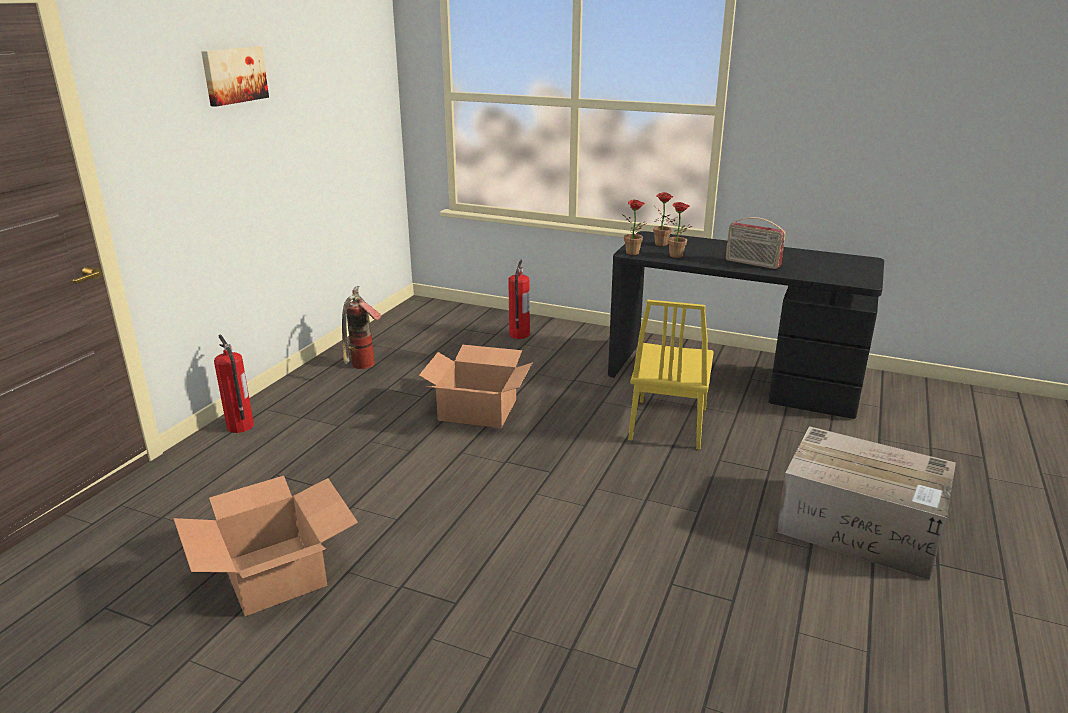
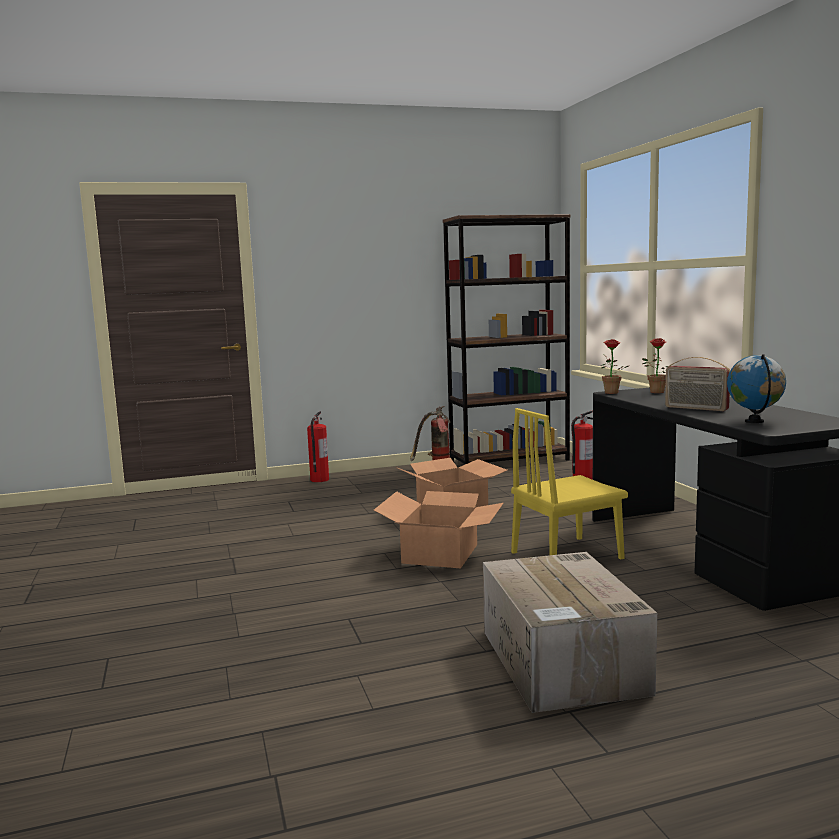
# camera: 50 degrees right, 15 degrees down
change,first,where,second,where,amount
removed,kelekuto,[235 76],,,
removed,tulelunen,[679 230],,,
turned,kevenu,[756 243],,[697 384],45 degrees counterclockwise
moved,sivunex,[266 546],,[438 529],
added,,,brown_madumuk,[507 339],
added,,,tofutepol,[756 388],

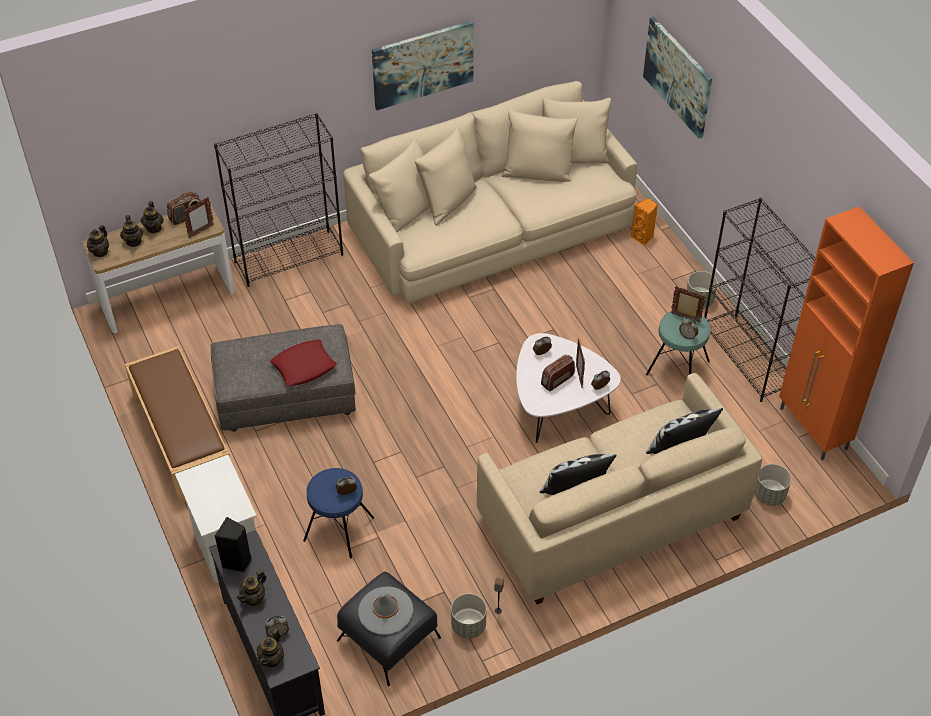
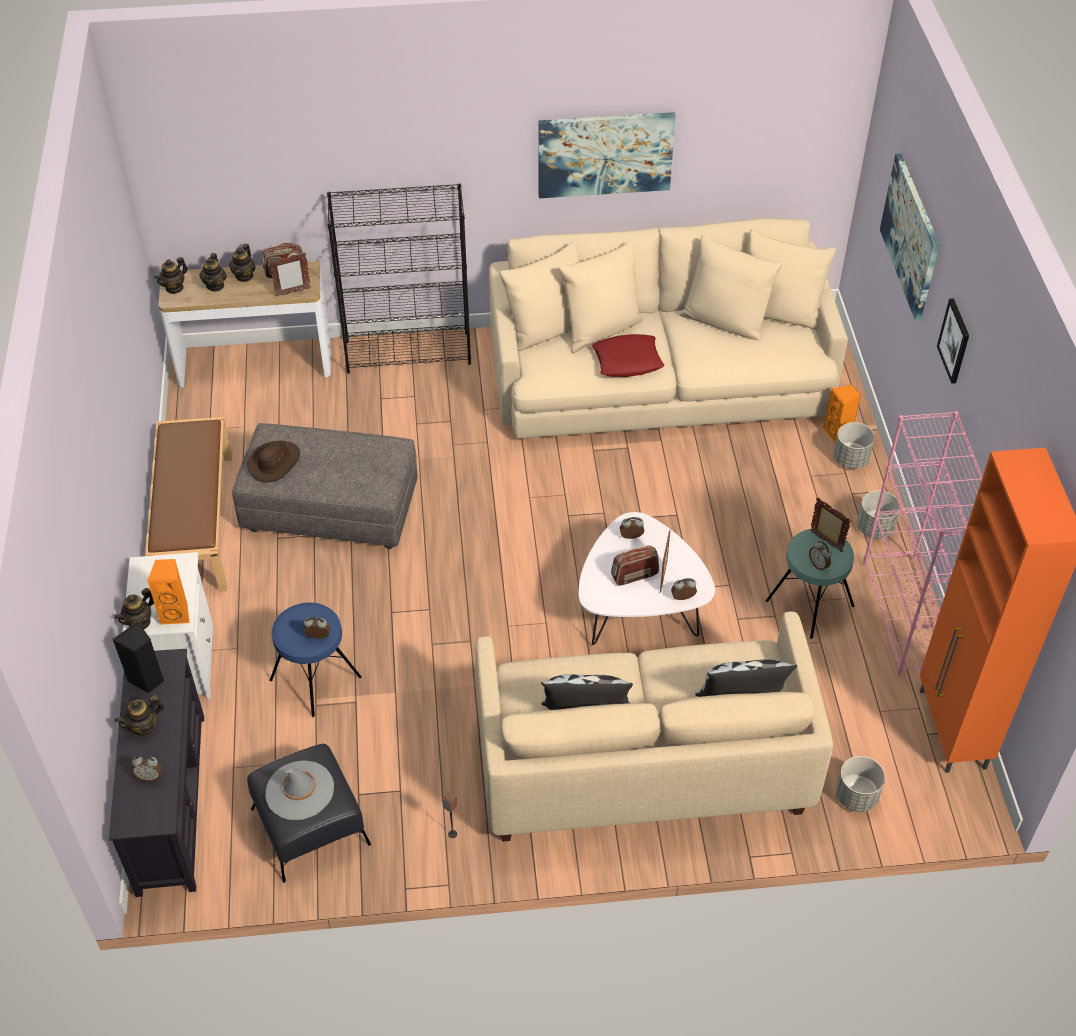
# camera: 20 degrees right, 0 degrees up
change,first,where,second,where,amount
recoloured,black_madumuk,[759 300],pink_madumuk,[923 543],
moved,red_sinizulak,[303 362],,[628 355],
moved,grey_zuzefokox,[469 616],,[854 445],
moved,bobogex,[270 648],,[134 608],
added,,,kelekuto,[953 341],
added,,,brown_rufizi,[273 461],
added,,,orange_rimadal,[168 592],

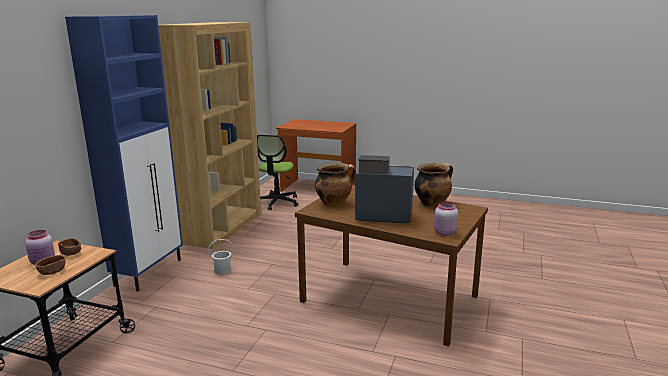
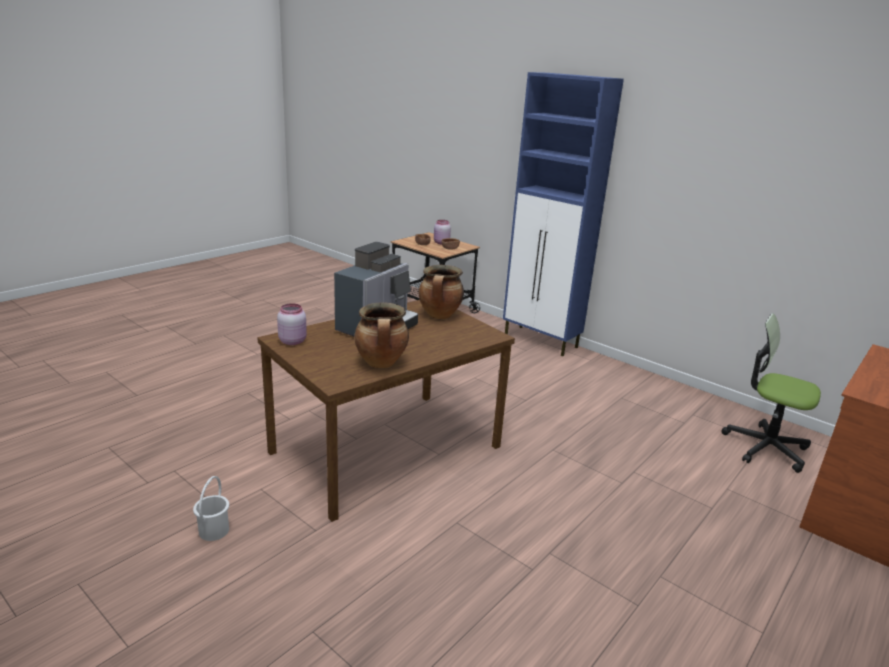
# camera: 110 degrees right, 5 degrees up
change,first,where,second,where,amount
removed,brown_madumuk,[209 135],,,
moved,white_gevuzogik,[221 257],,[211 508],

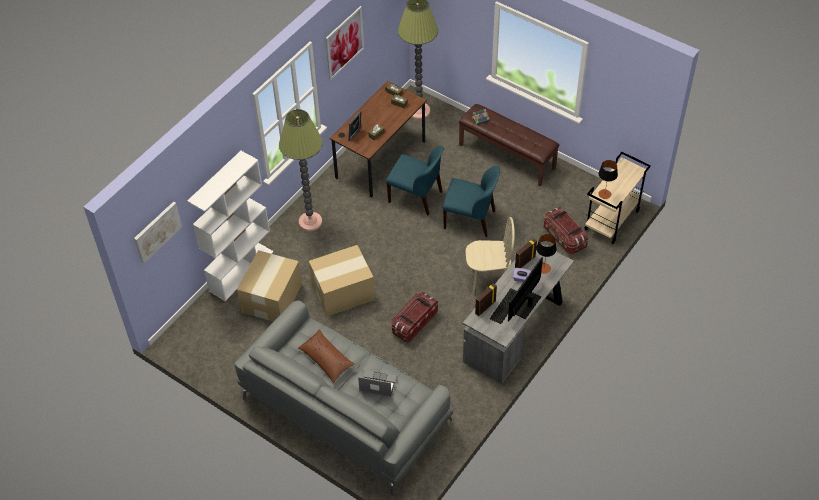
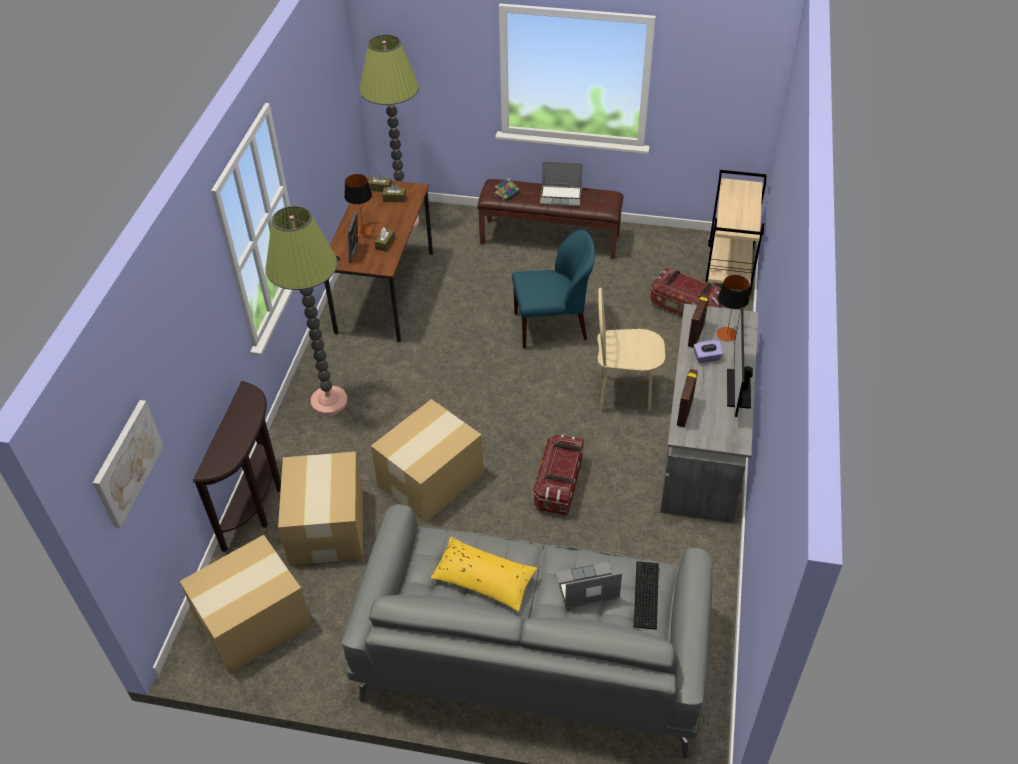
# camera: 25 degrees left, 5 degrees down
change,first,where,second,where,amount
removed,kelekuto,[345 43],,,
removed,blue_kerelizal,[415 181],,,
replaced,white_madumuk,[230 226],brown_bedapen,[237 466],
moved,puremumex,[608 179],,[358 205],
turned,beige_kerelizal,[490 255],,[631 349],150 degrees counterclockwise
moved,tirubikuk,[503 306],,[646 595],
recoloured,brown_sinizulak,[326 356],yellow_sinizulak,[484 574],
added,,,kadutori,[561 184],
added,,,sivunex,[246 604],

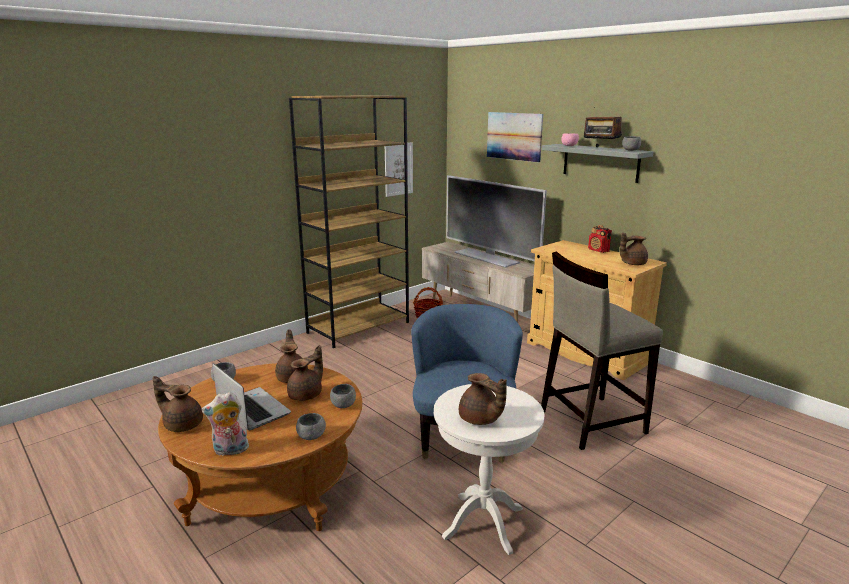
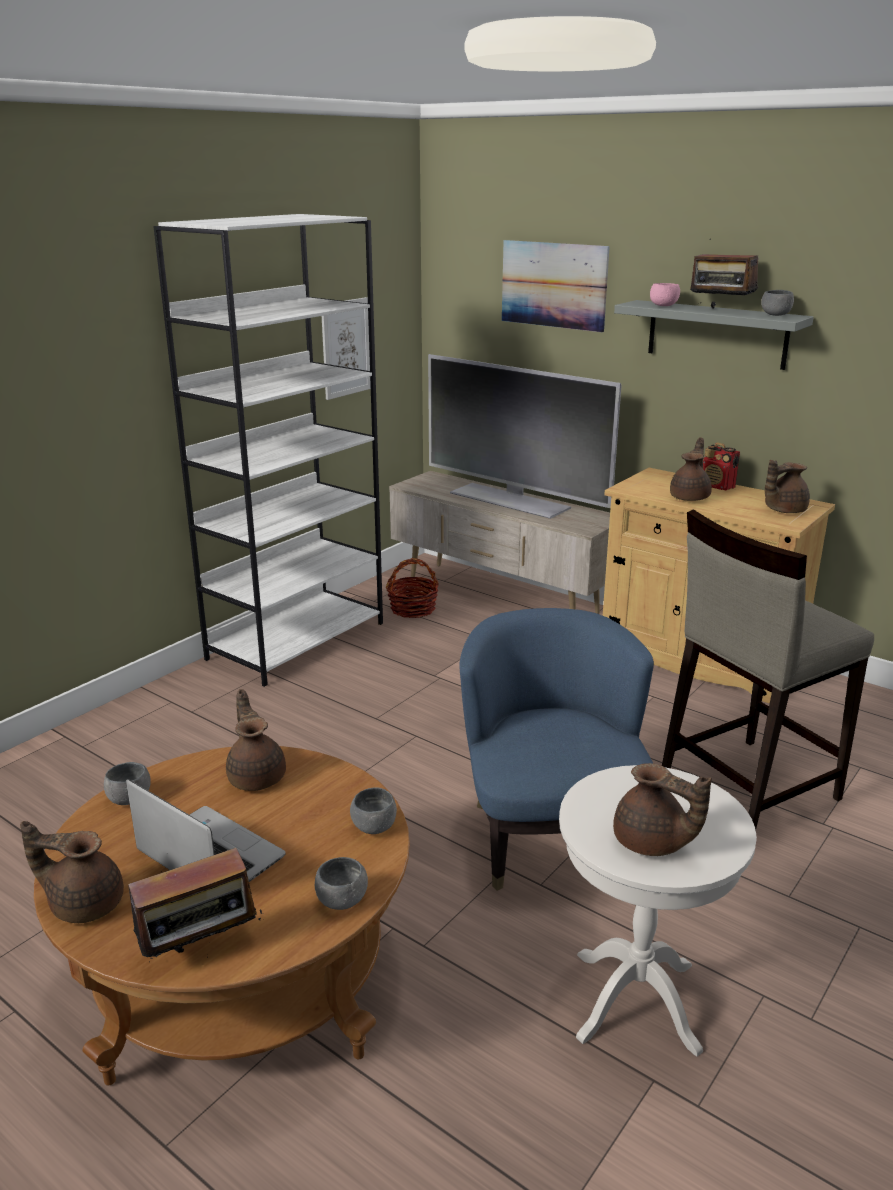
# camera: 10 degrees left, 5 degrees up
change,first,where,second,where,amount
recoloured,brown_madumuk,[349 221],white_madumuk,[268 450],
moved,brown_bobogex,[305 373],,[691 469],
replaced,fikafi,[225 424],kevenu,[190 903],

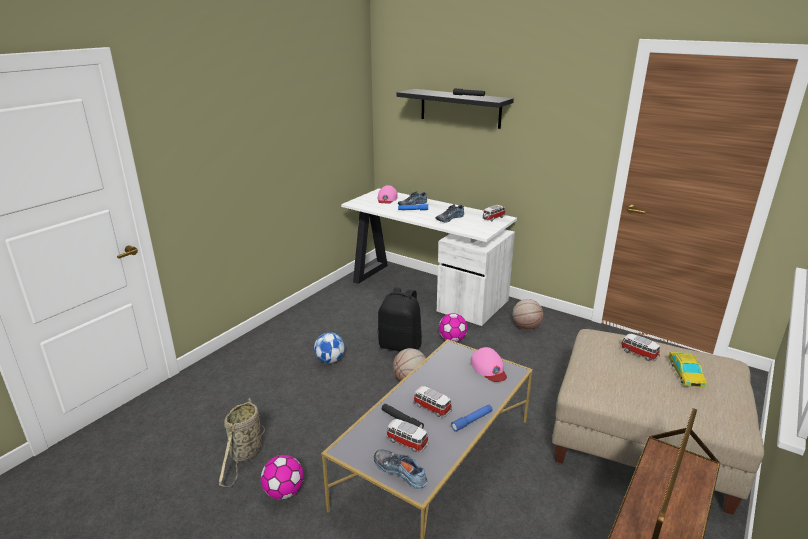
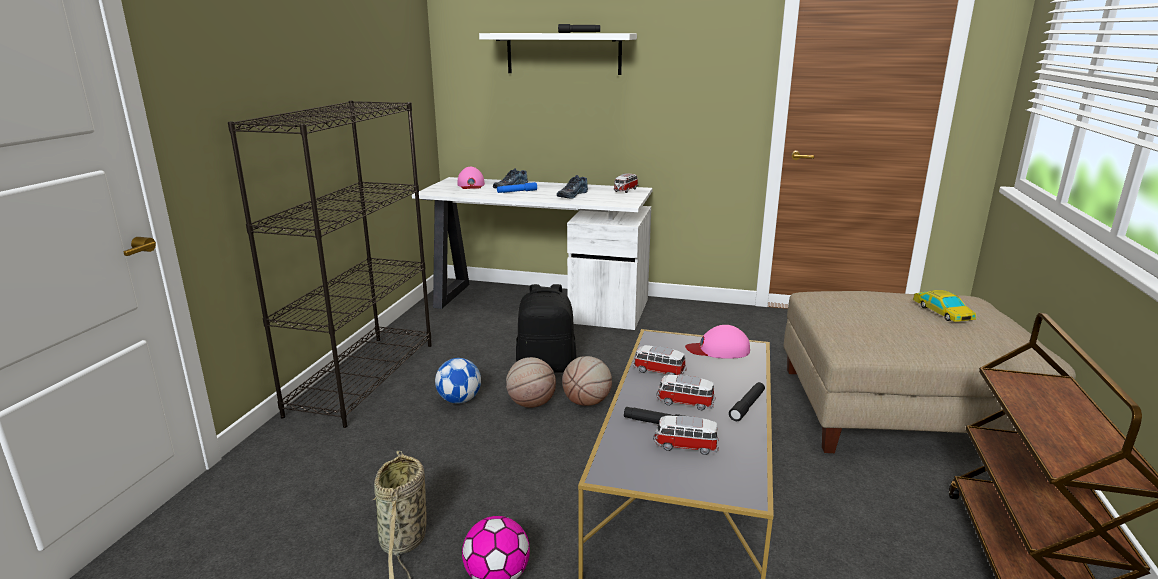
# camera: 20 degrees left, 5 degrees down
change,first,where,second,where,amount
recoloured,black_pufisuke,[455 109],white_pufisuke,[558 54],
moved,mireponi,[528 314],,[531 382],
removed,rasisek,[453 327],,,
moved,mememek,[640 347],,[660 360],
turned,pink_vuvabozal,[489 364],,[717 342],135 degrees clockwise
recoloured,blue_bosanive,[472 418],black_bosanive,[747 401],
removed,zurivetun,[400 469],,,
added,,,black_madumuk,[330 264],

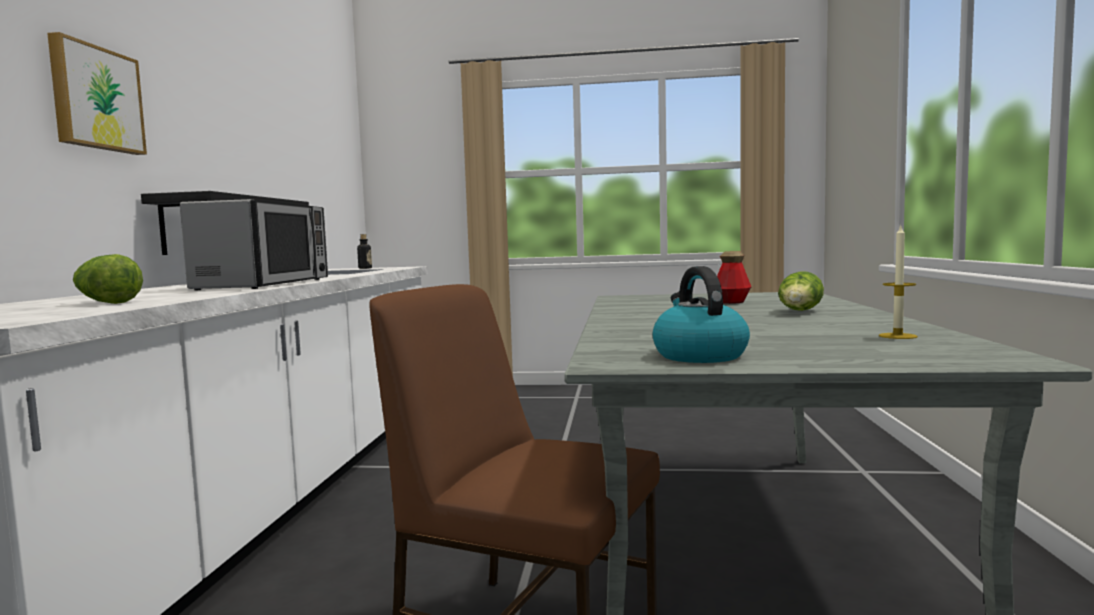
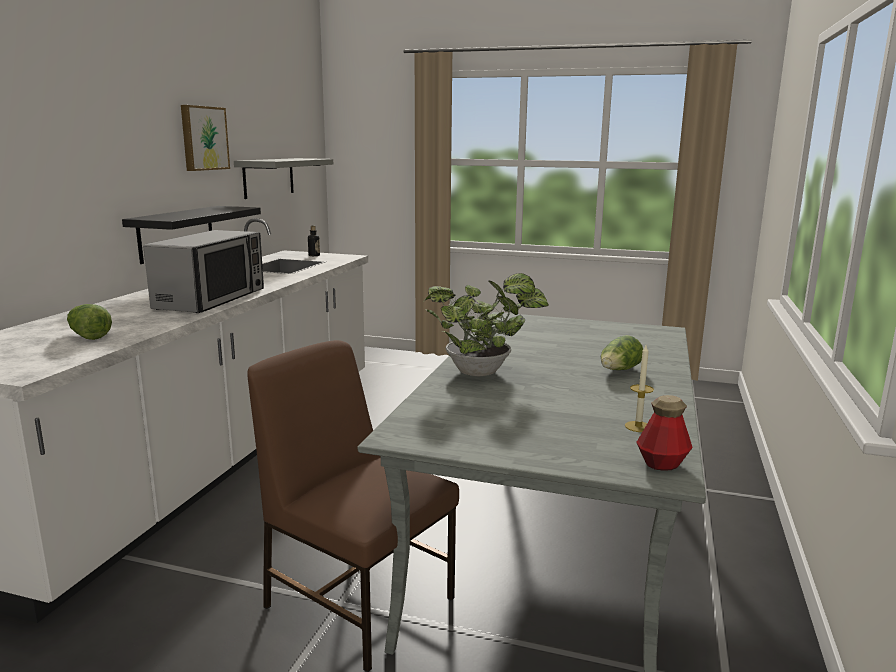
# camera: 10 degrees right, 10 degrees up
change,first,where,second,where,amount
moved,kelekuto,[97 93],,[205 138],
moved,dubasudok,[734 277],,[664 433],
removed,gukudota,[701 314],,,
added,,,grey_pufisuke,[283 178],
added,,,tulelunen,[486 324],

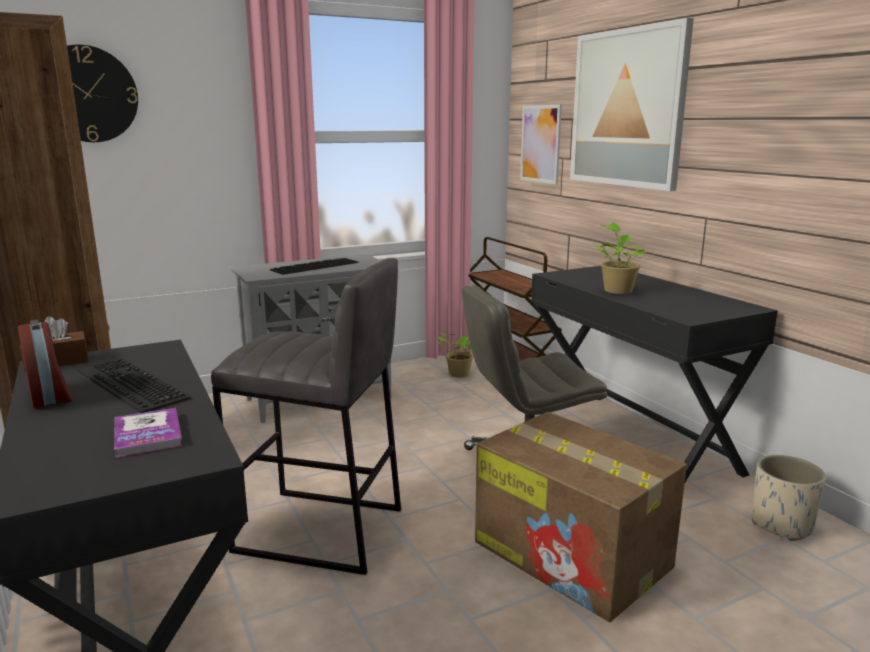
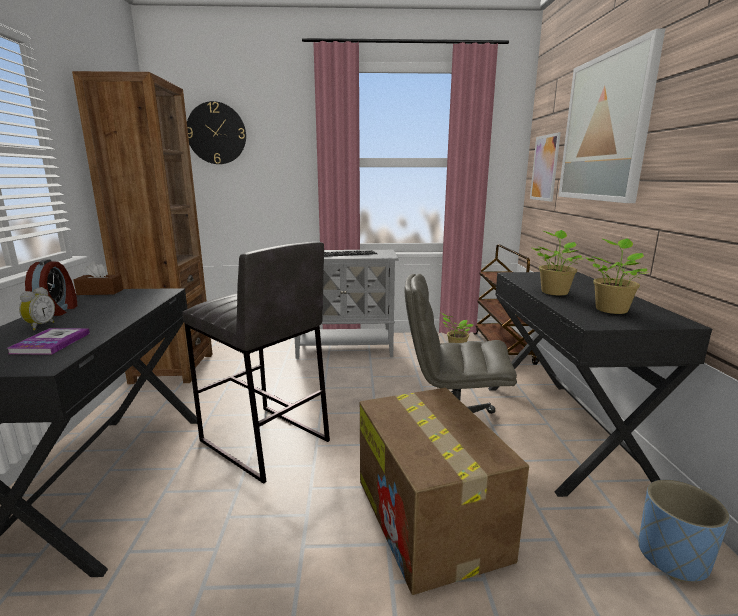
# camera: 25 degrees right, 0 degrees up
change,first,where,second,where,amount
removed,tirubikuk,[134 385],,,
recoloured,beige_zuzefokox,[789 498],blue_zuzefokox,[684 531],
added,,,tulelunen,[616 276],
added,,,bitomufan,[37 309],

